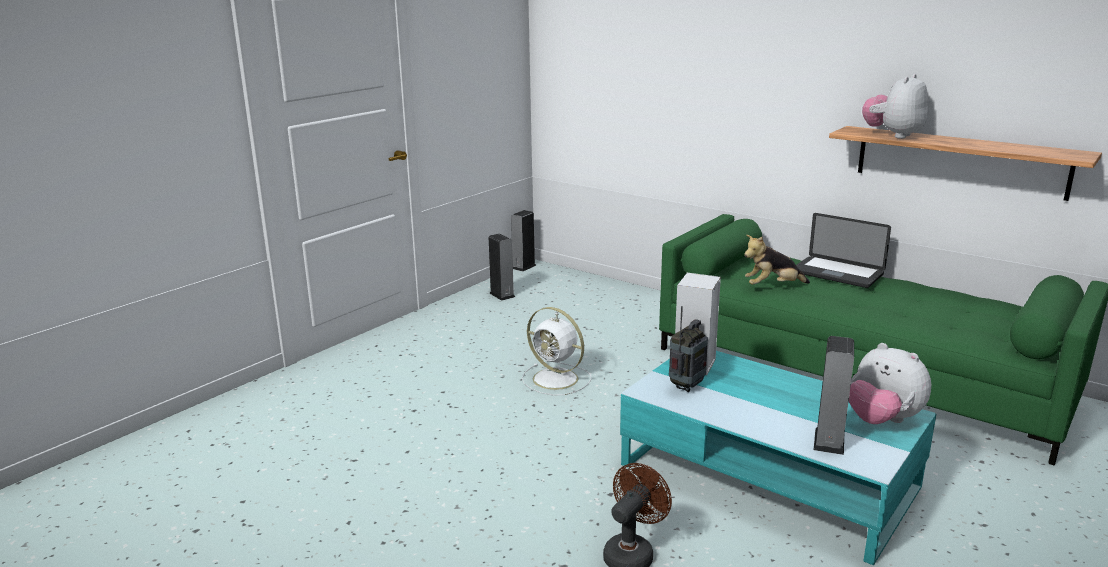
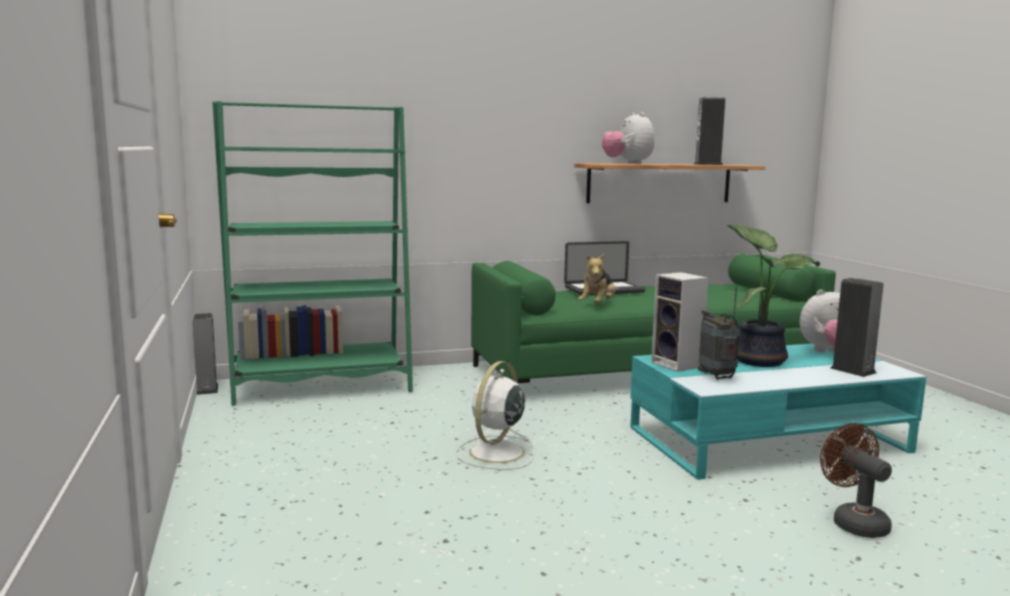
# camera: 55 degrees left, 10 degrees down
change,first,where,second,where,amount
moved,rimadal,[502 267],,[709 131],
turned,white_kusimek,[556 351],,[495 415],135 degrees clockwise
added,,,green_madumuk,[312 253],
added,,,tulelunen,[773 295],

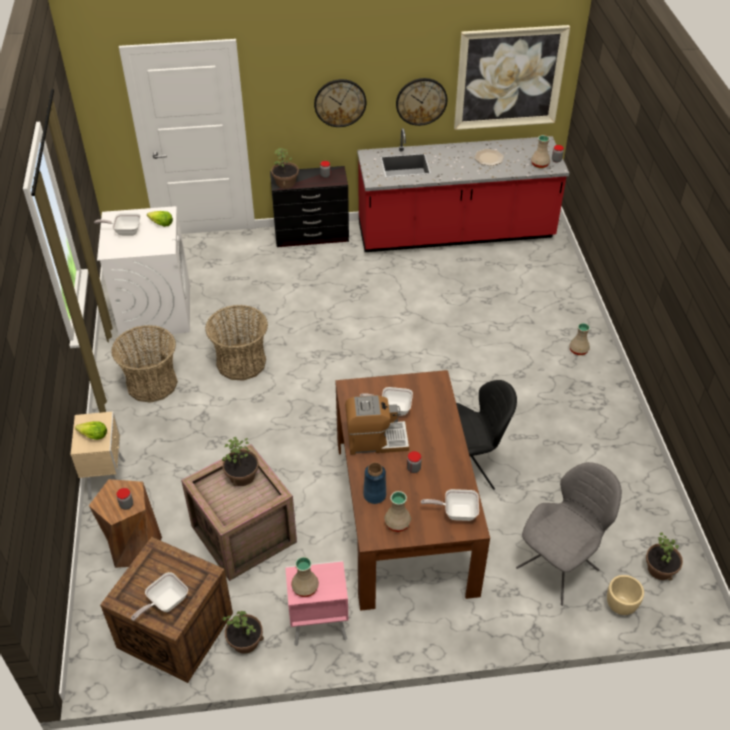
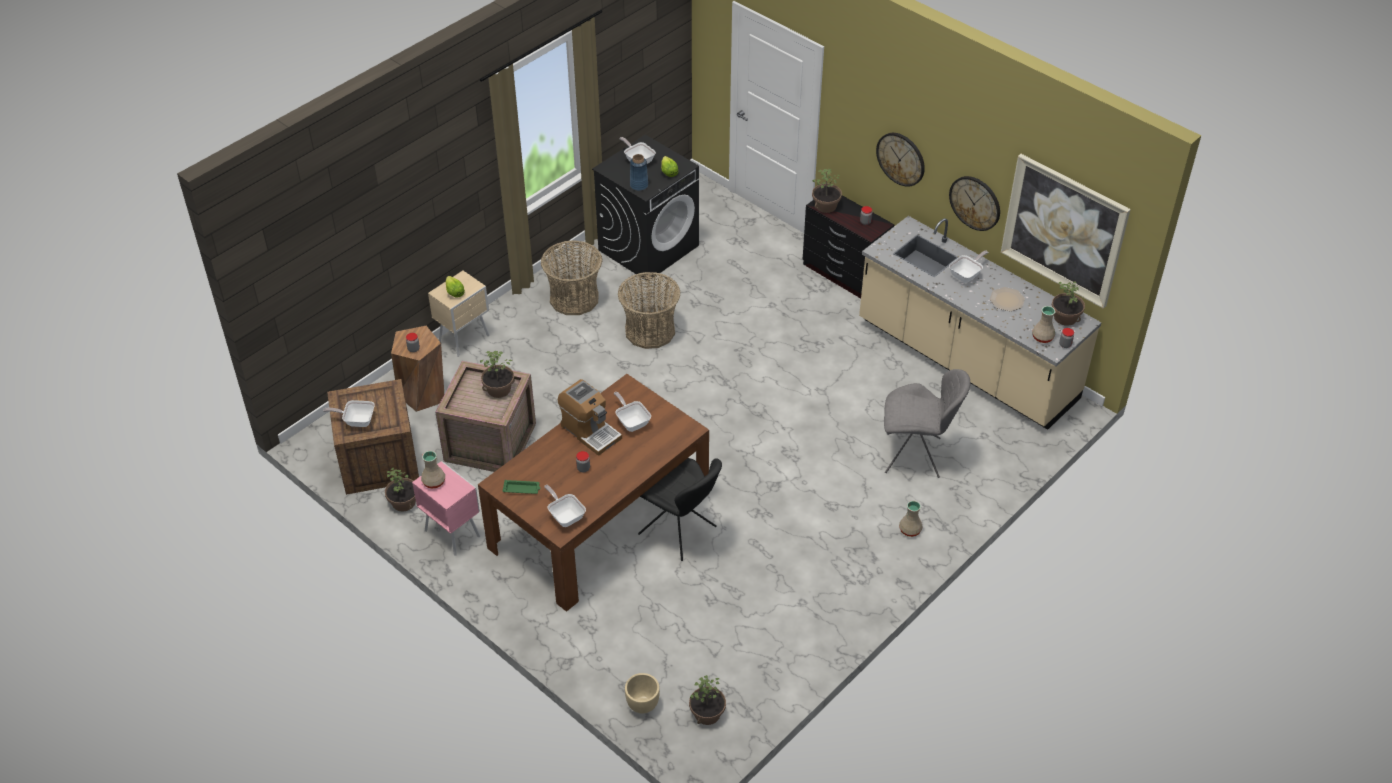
# camera: 50 degrees right, 0 degrees up
change,first,where,second,where,amount
recoloured,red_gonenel,[463 190],beige_gonenel,[980 323],
recoloured,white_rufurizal,[143 272],black_rufurizal,[645 207],
moved,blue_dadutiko,[374 483],,[639 172],
moved,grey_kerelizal,[569 534],,[927 423],
replaced,beige_dadutiko,[397 511],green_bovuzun,[522 487],
added,,,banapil,[968 267],
added,,,tulelunen,[1068 304],

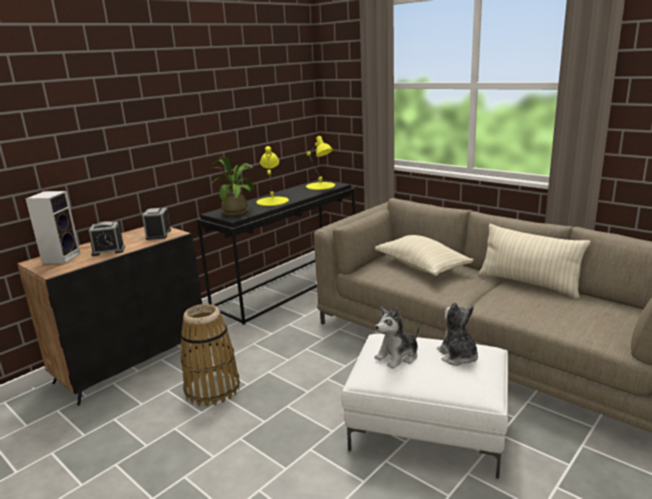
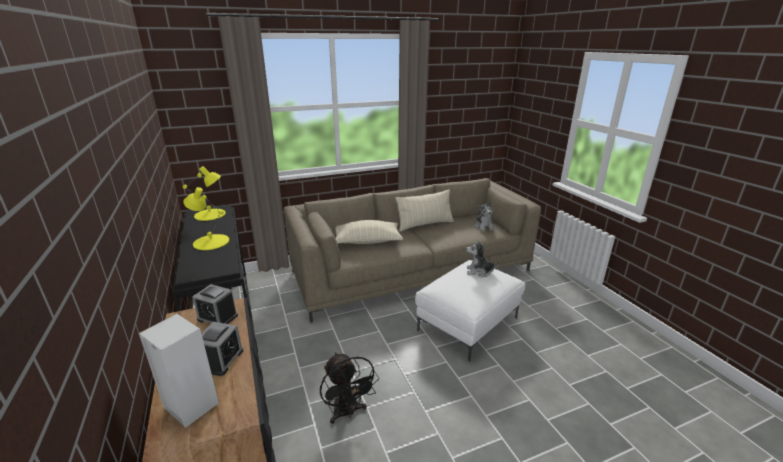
# camera: 65 degrees left, 5 degrees up
change,first,where,second,where,amount
removed,tulelunen,[232 186],,,
replaced,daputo,[210 355],black_kusimek,[349 388],
moved,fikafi,[397 338],,[484 216],

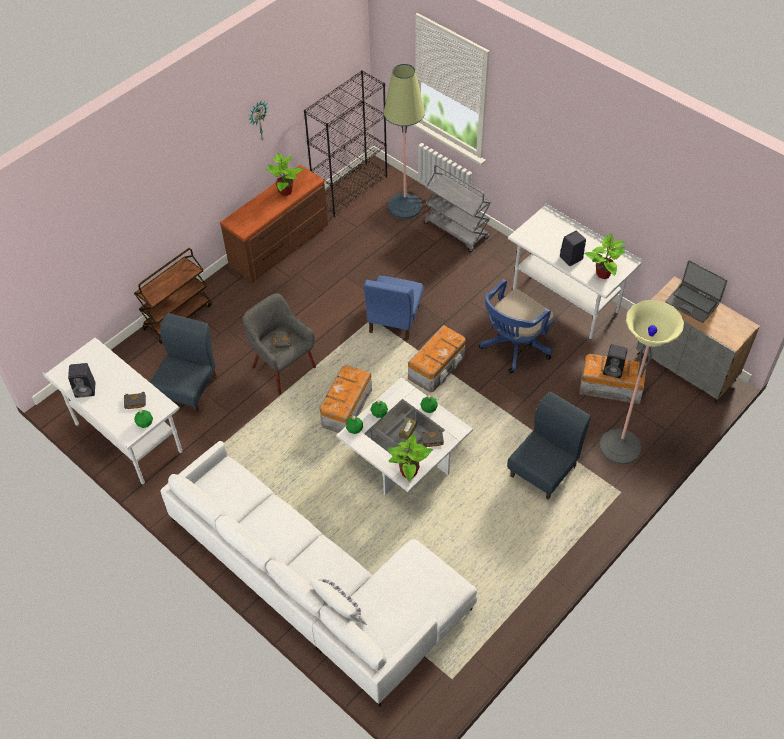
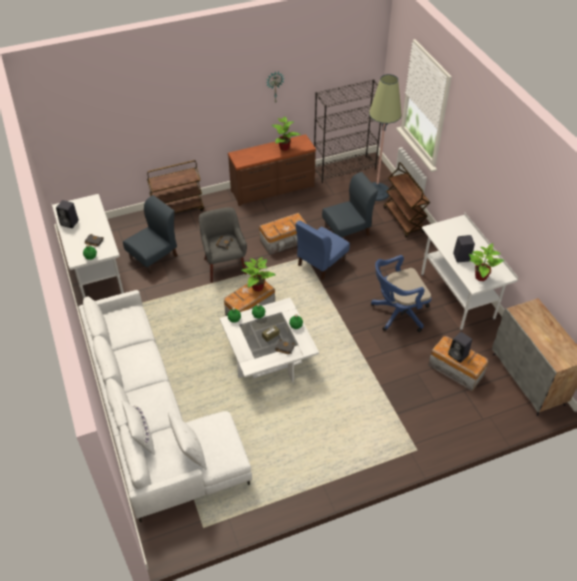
# camera: 25 degrees right, 5 degrees down
change,first,where,second,where,amount
recoloured,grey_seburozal,[457 208],brown_seburozal,[407 200],
removed,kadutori,[696 291],,,
removed,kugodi,[641 382],,,
moved,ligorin,[437 358],,[283 233],
moved,blue_kerelizal,[548 446],,[350 204],
moved,tulelunen,[410 458],,[259 274],
added,,,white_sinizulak,[187 440],

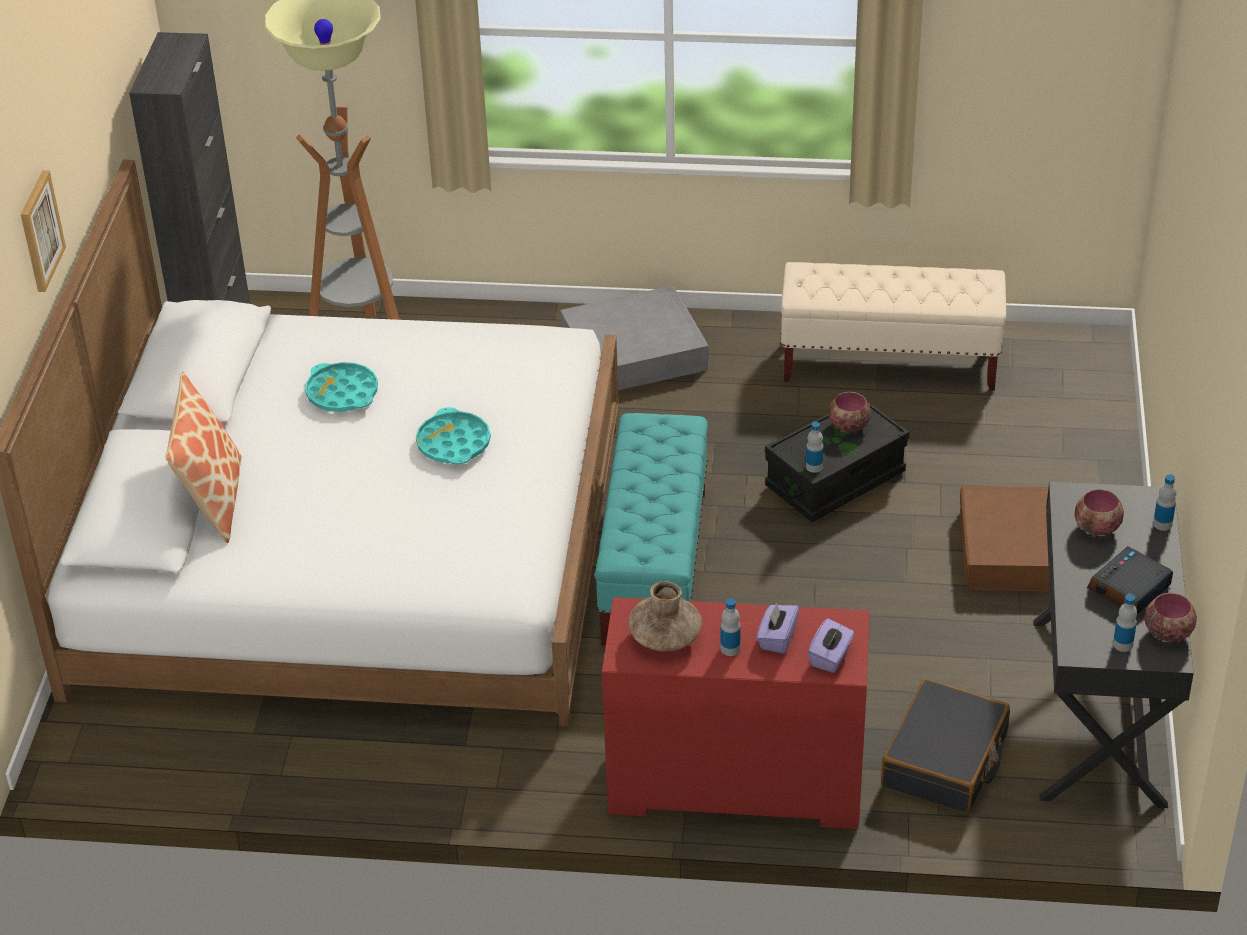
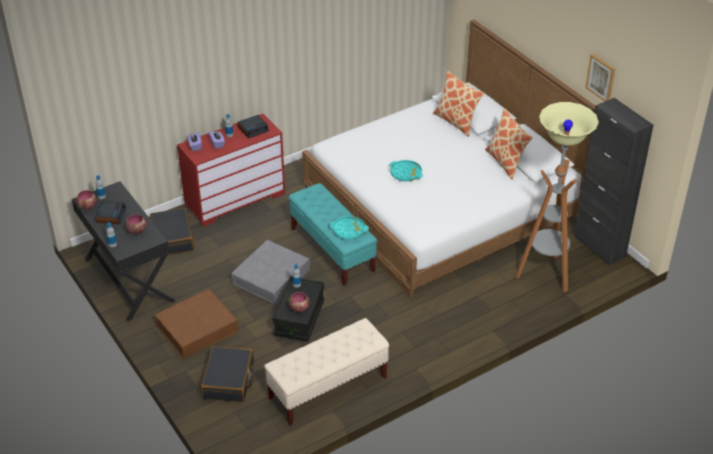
# camera: 140 degrees right, 0 degrees up
change,first,where,second,where,amount
moved,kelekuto,[43 231],,[600 78],
moved,grey_ligorin,[634 338],,[271 272],
moved,turquoise_bovuzun,[341 387],,[349 228],
replaced,brown_dadutiko,[665 616],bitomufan,[253 126],
added,,,sinizulak,[509 144],
added,,,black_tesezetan,[227 374],

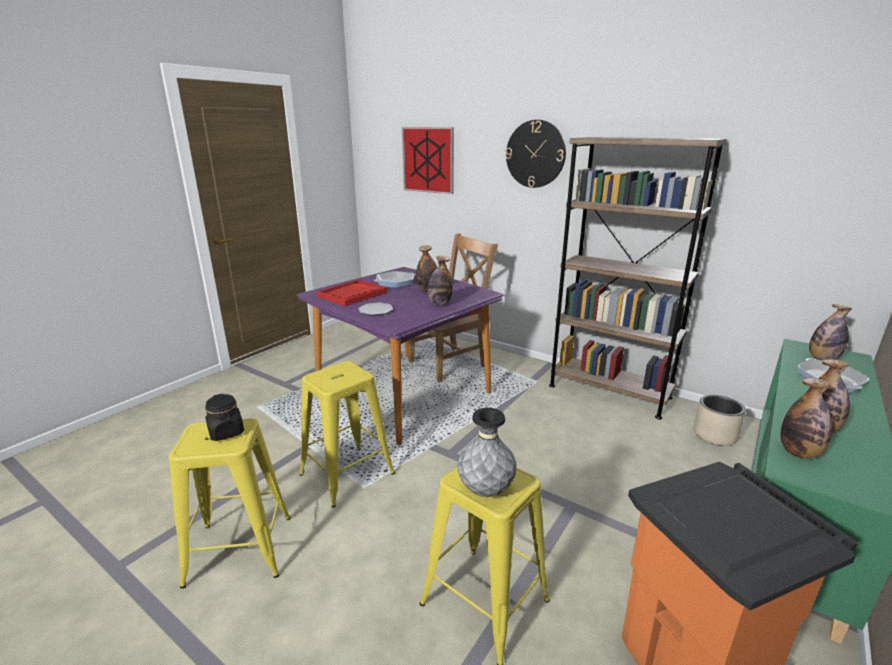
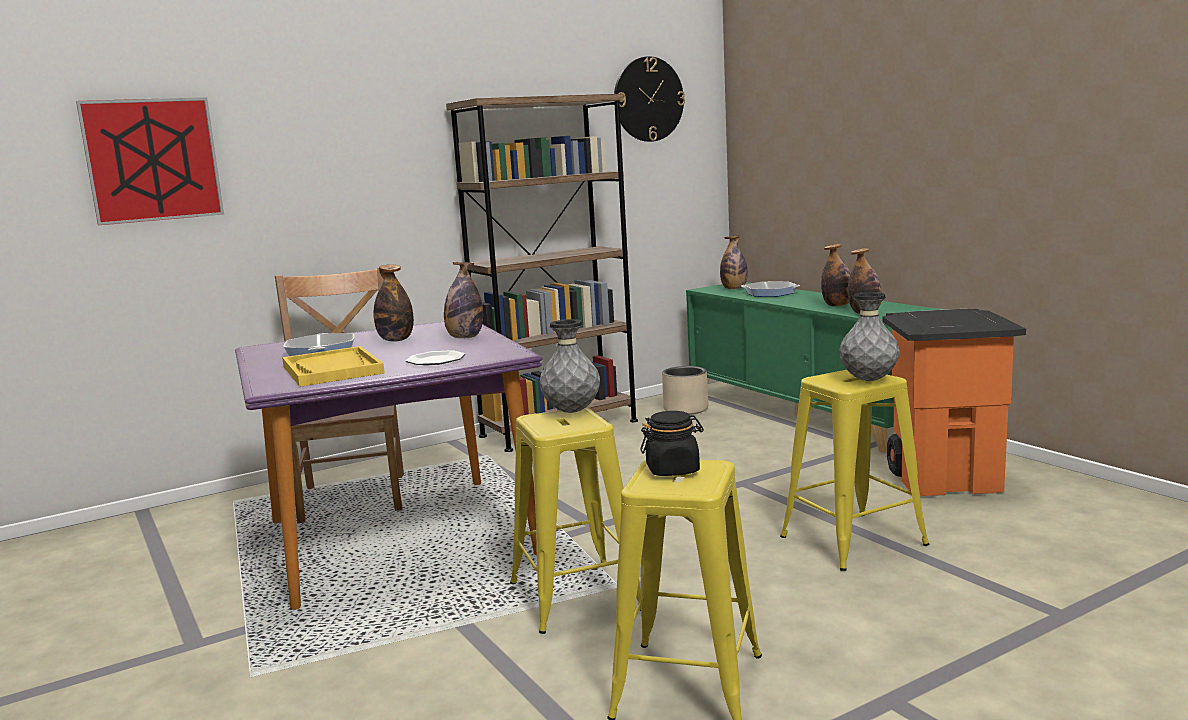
# camera: 65 degrees left, 10 degrees down
change,first,where,second,where,amount
moved,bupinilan,[535 154],,[649 99],
recoloured,red_bovuzun,[352 293],yellow_bovuzun,[333 366],
added,,,grey_dadutiko,[570 366],

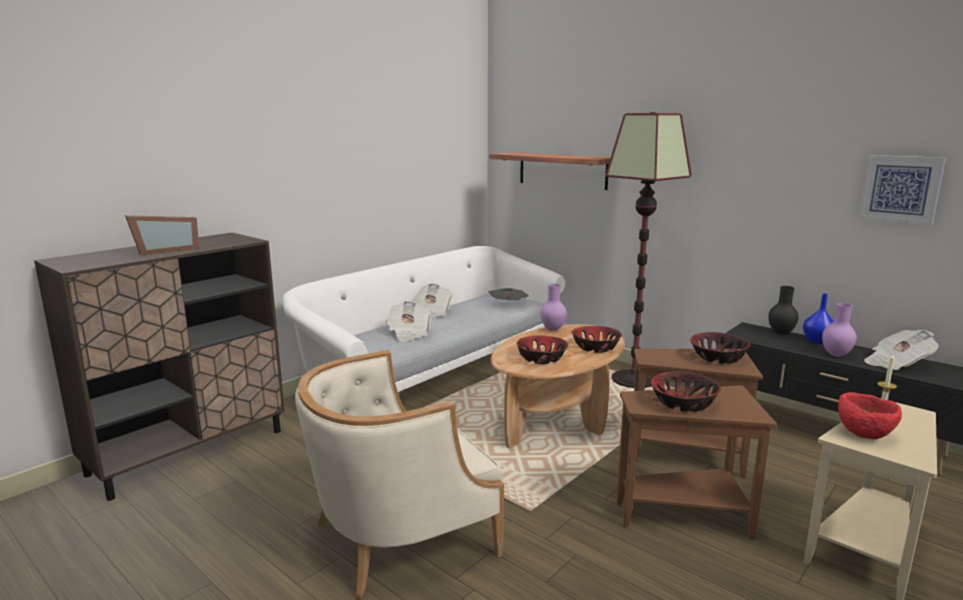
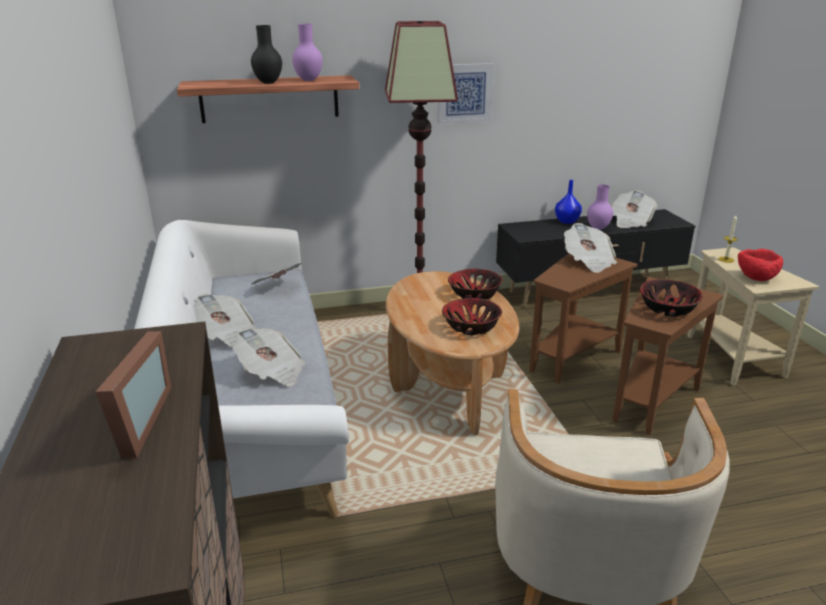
# camera: 55 degrees left, 10 degrees up
change,first,where,second,where,amount
moved,kelekuto,[901 190],,[466 93],
moved,purple_dadutiko,[553 307],,[307 52],
moved,black_dadutiko,[783 310],,[266 54],
replaced,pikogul,[720 348],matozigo,[590 248],

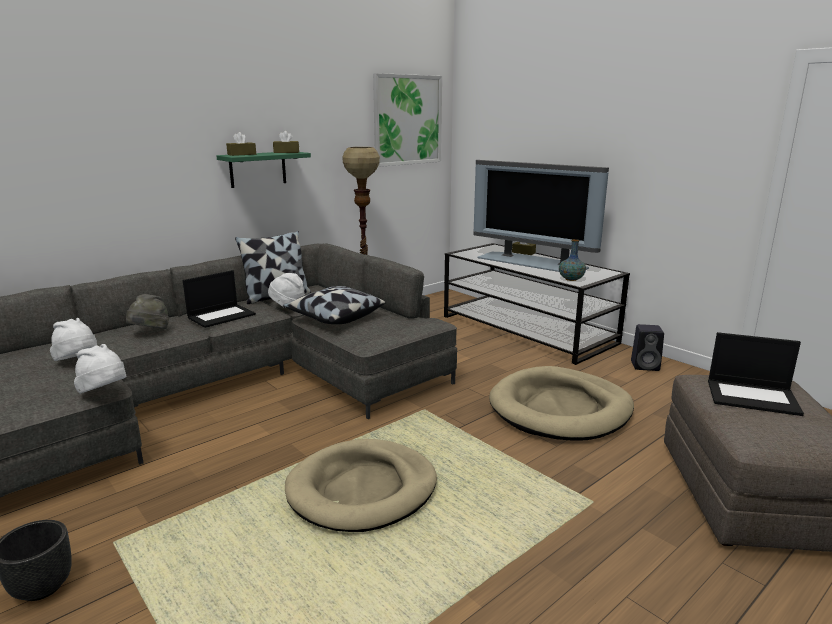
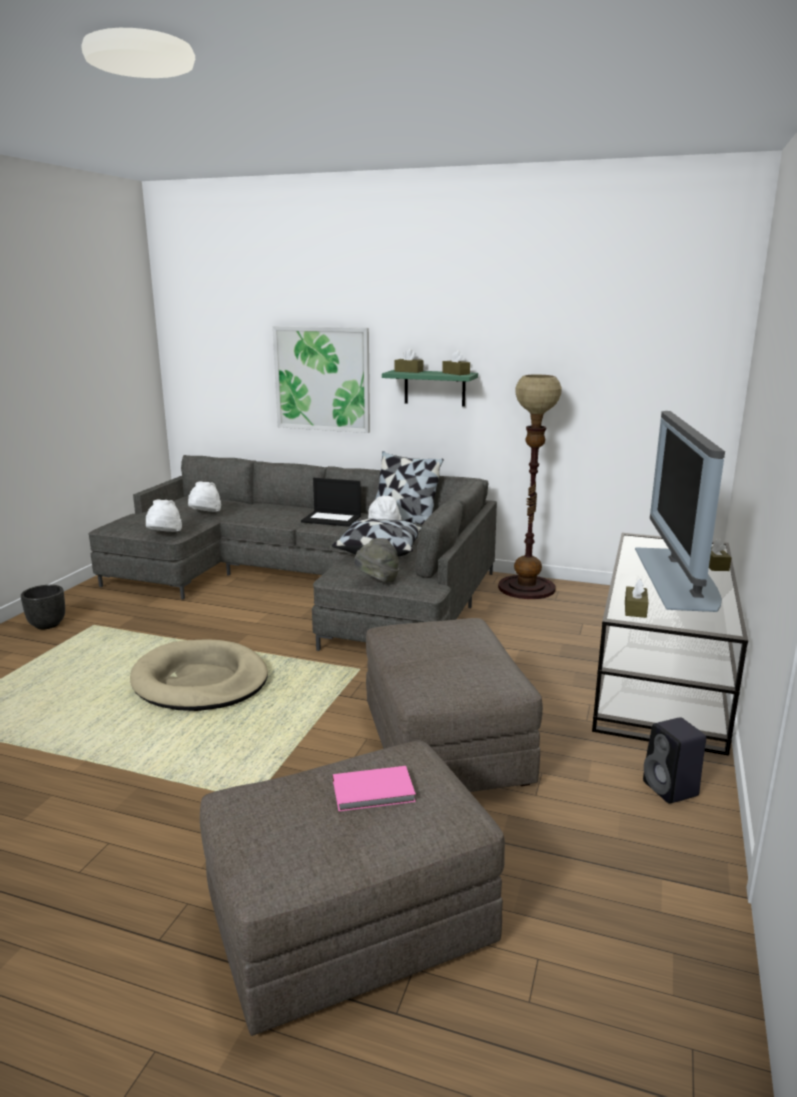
# camera: 60 degrees right, 0 degrees up
change,first,where,second,where,amount
moved,kelekuto,[407 120],,[321 379],
replaced,dadutiko,[572 260],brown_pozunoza,[637 598],
moved,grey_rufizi,[147 311],,[376 560],
replaced,kadutori,[756 374],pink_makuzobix,[374 788],
replaced,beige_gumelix,[561 403],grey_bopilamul,[454 705],

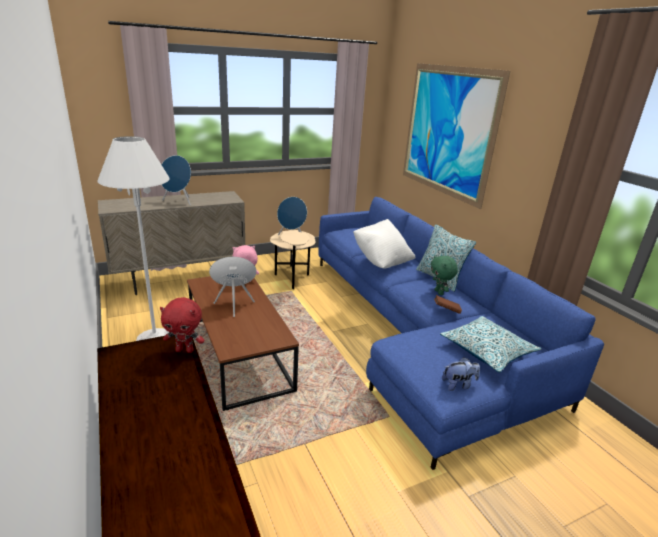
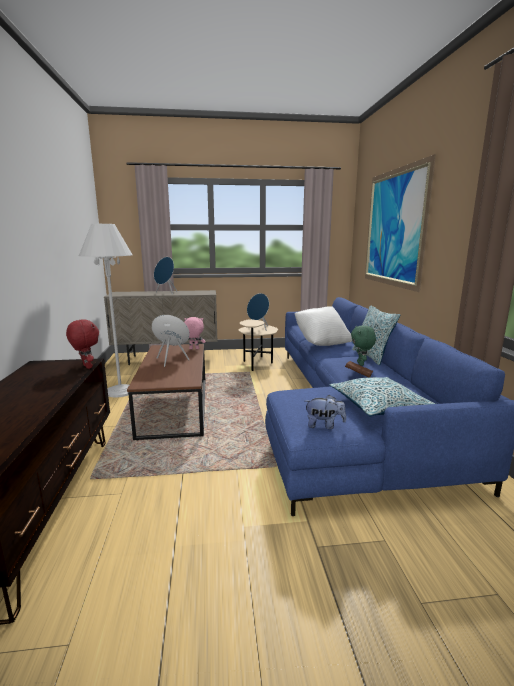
# camera: 20 degrees right, 10 degrees down
change,first,where,second,where,amount
turned,red_fikafi,[182 325],,[82 344],150 degrees counterclockwise

